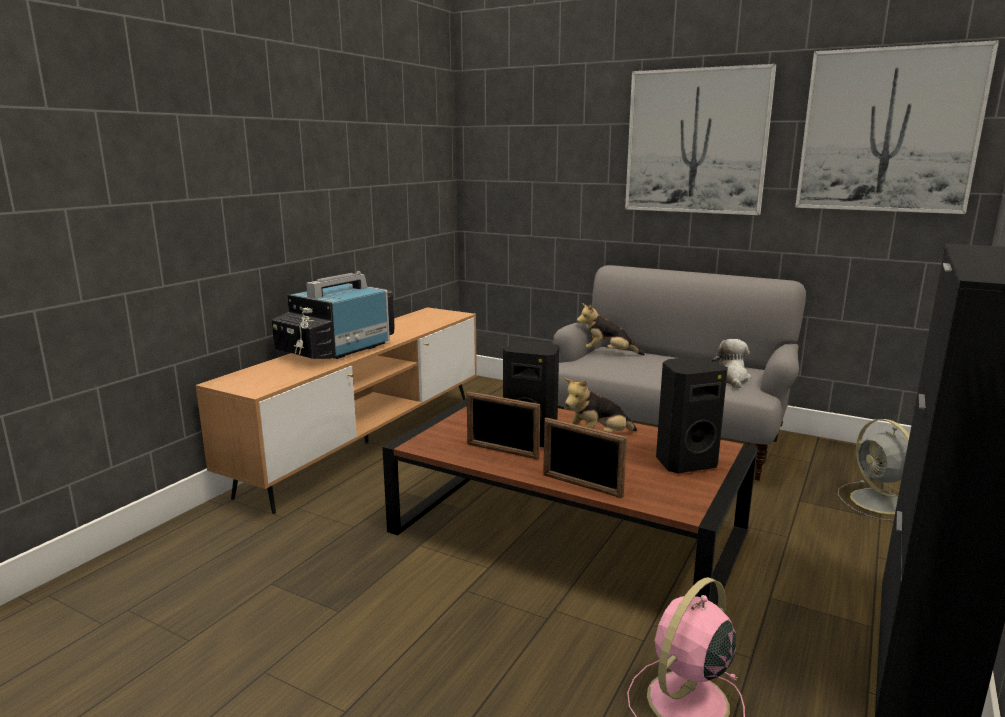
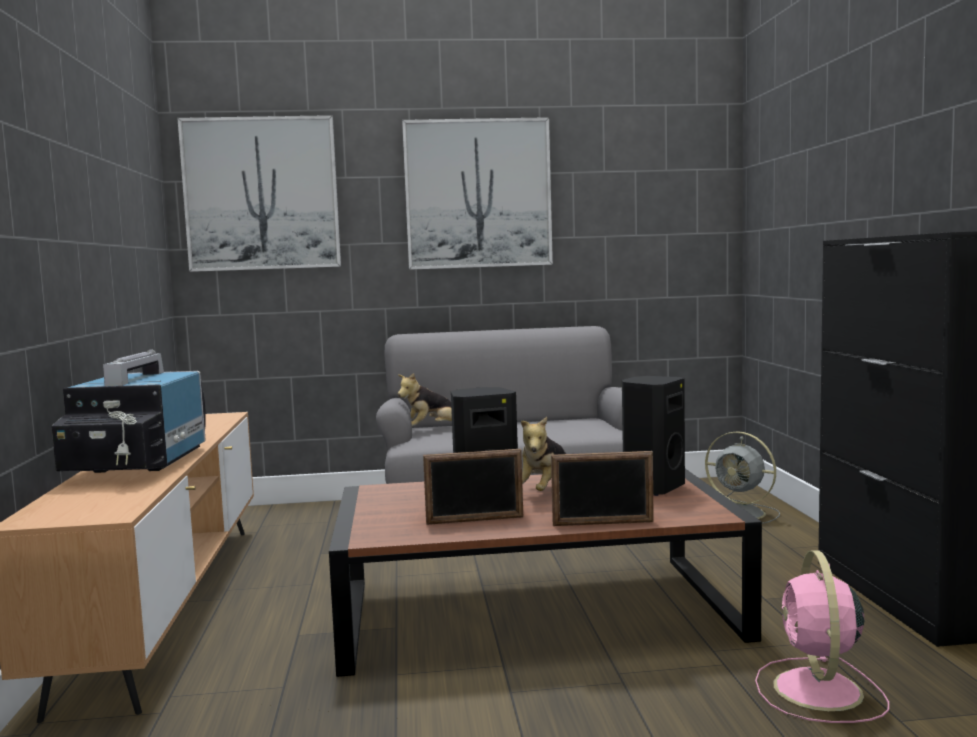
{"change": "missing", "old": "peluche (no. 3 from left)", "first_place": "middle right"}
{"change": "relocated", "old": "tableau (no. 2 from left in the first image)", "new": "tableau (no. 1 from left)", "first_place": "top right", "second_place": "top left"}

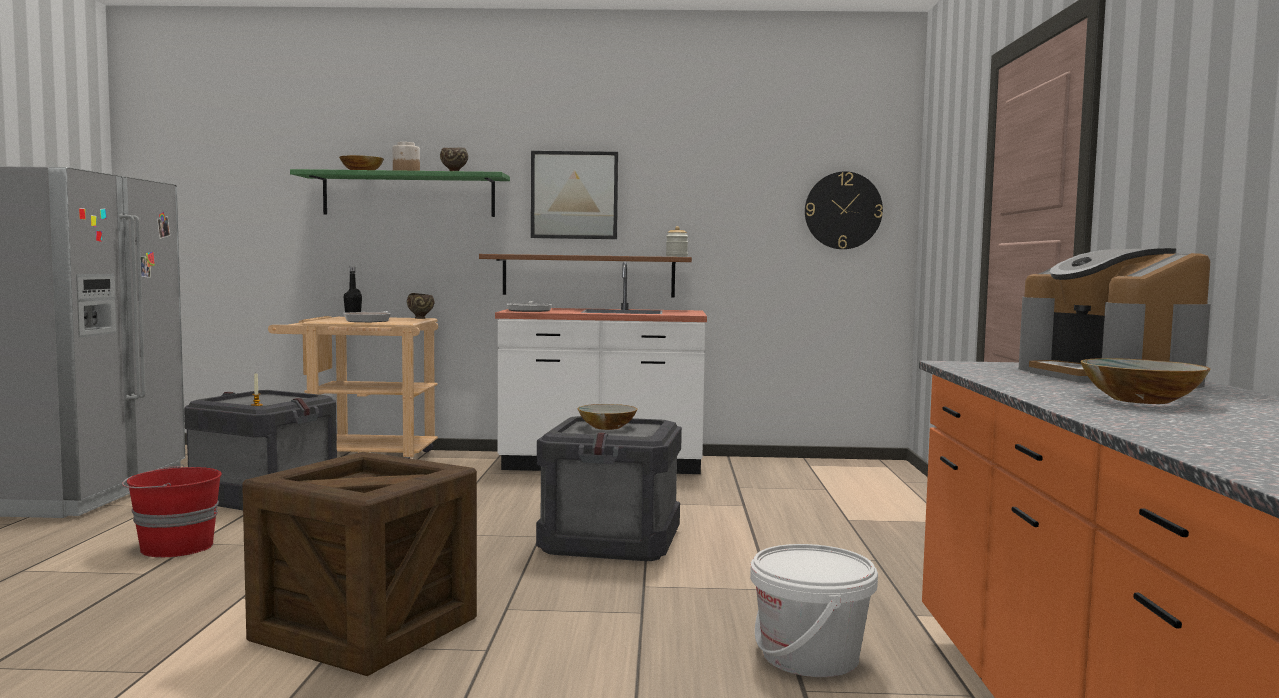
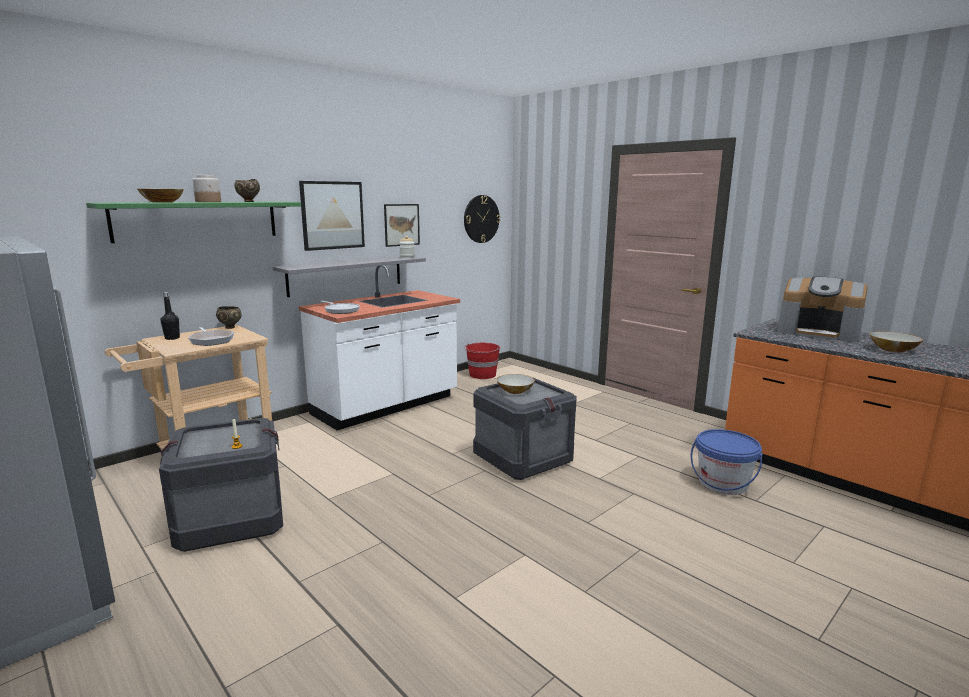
{"change": "relocated", "old": "seau (rouge)", "first_place": "bottom left", "second_place": "centre"}
{"change": "missing", "old": "caisse (no. 2 from left)", "first_place": "bottom left"}
{"change": "colour", "old": "étagère (marron)", "new": "étagère (gris)", "first_place": "centre", "second_place": "centre"}
{"change": "colour", "old": "seau (blanc)", "new": "seau (bleu)", "first_place": "bottom centre", "second_place": "middle right"}
{"change": "appeared", "new": "tableau (no. 2 from left)", "second_place": "top centre"}

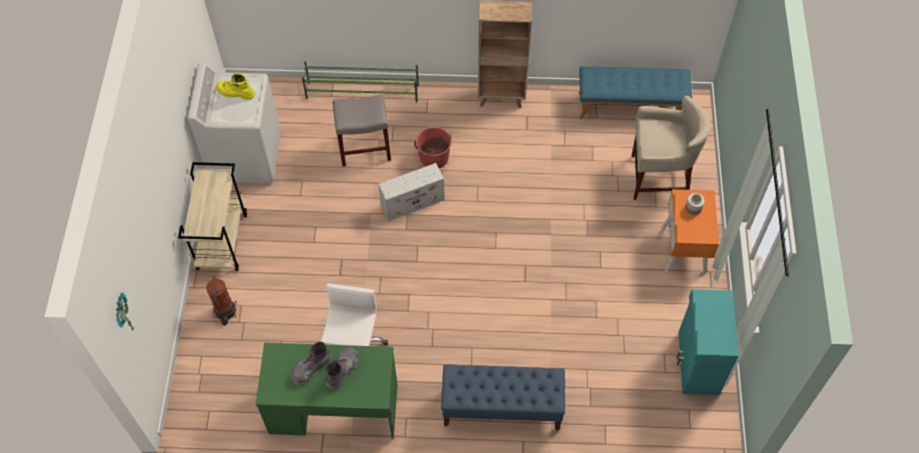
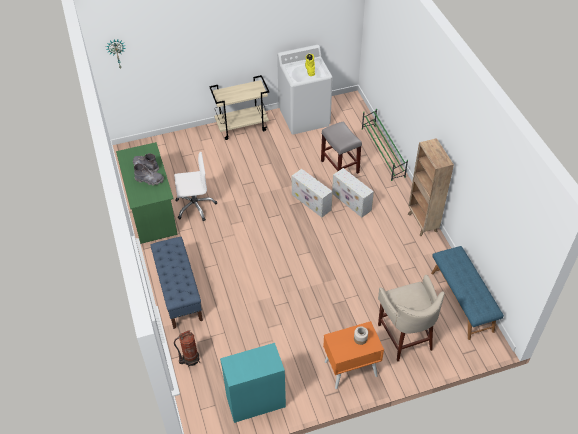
{"change": "relocated", "old": "extincteur", "first_place": "middle left", "second_place": "bottom left"}
{"change": "exchanged", "old": "seau (rouge)", "new": "boîte de rangement (blanc) (no. 2 from left)", "first_place": "top centre", "second_place": "centre"}

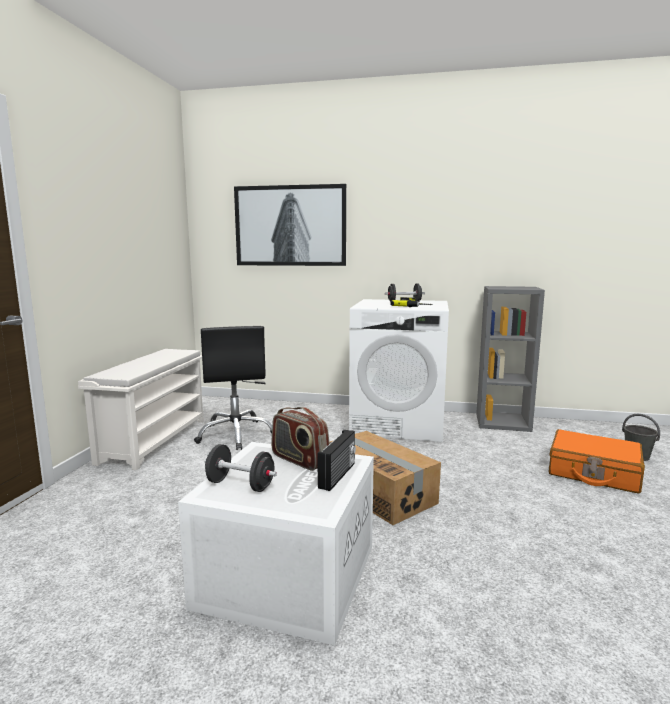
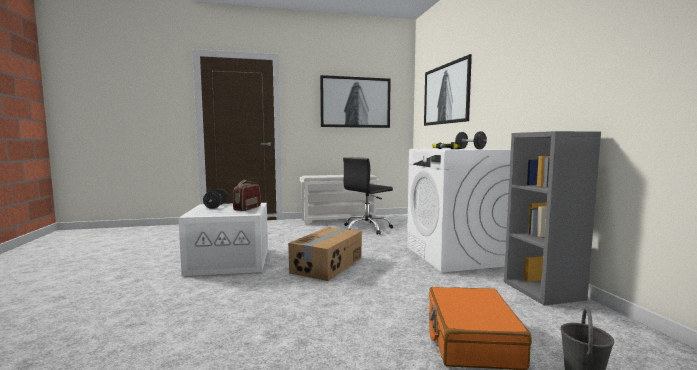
{"change": "missing", "old": "radio (no. 2 from left)", "first_place": "centre"}
{"change": "appeared", "new": "tableau (no. 1 from left)", "second_place": "top centre"}

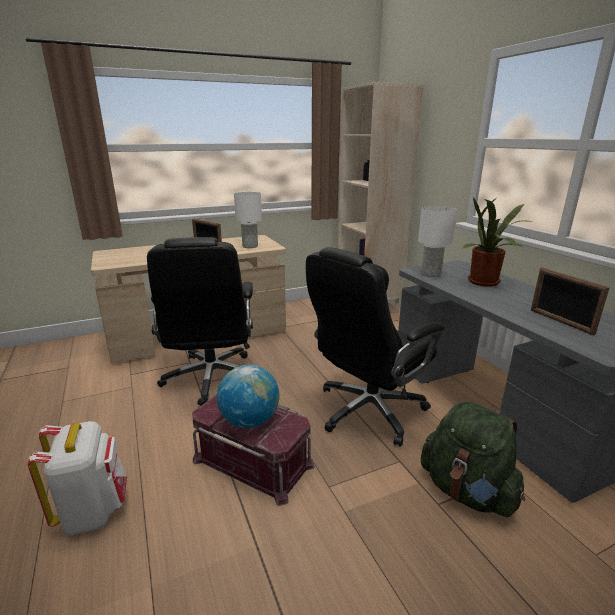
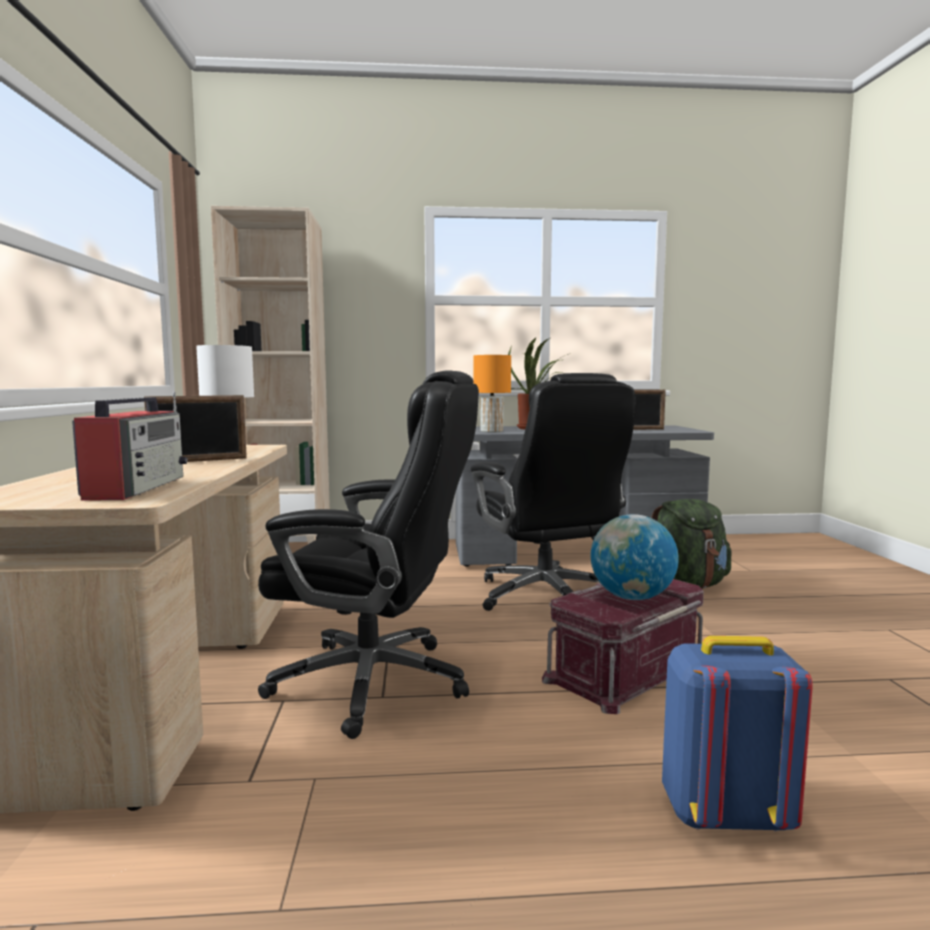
{"change": "colour", "old": "sac à dos (blanc)", "new": "sac à dos (bleu)", "first_place": "bottom left", "second_place": "bottom right"}
{"change": "colour", "old": "lampe de table (blanc) (no. 2 from left)", "new": "lampe de table (orange)", "first_place": "middle right", "second_place": "centre"}
{"change": "appeared", "new": "radio", "second_place": "middle left"}

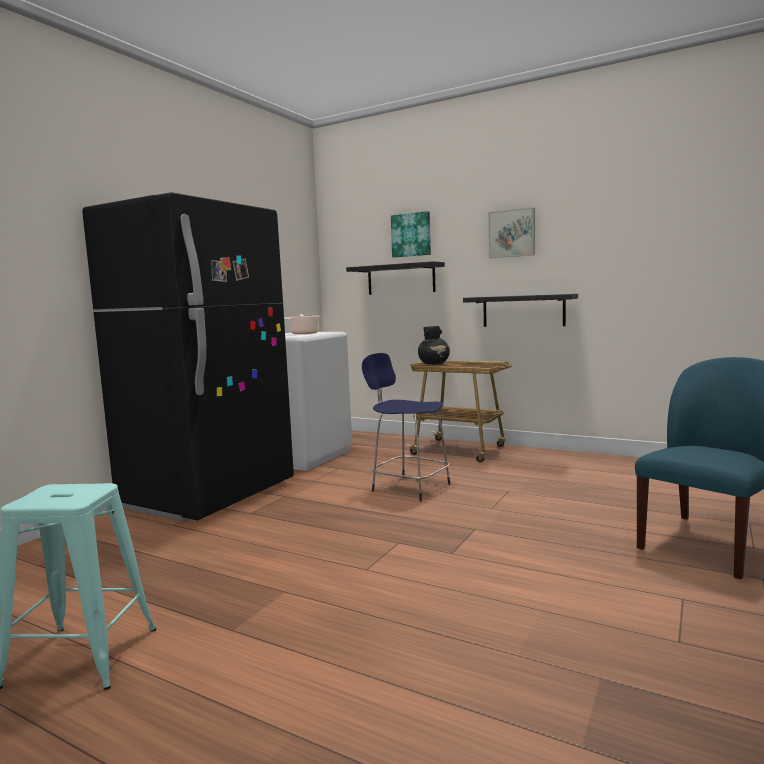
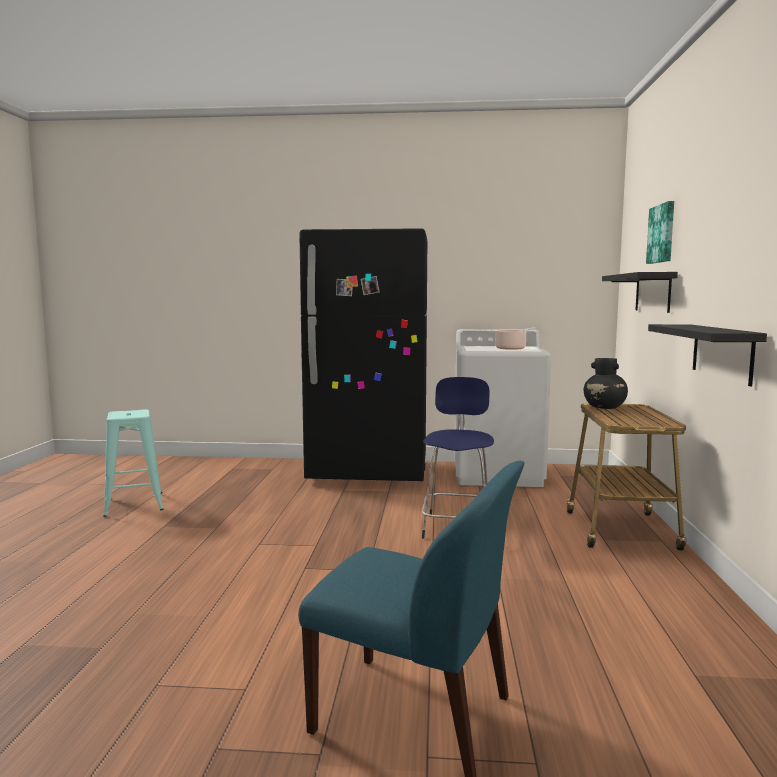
{"change": "missing", "old": "tableau (no. 2 from left)", "first_place": "top right"}

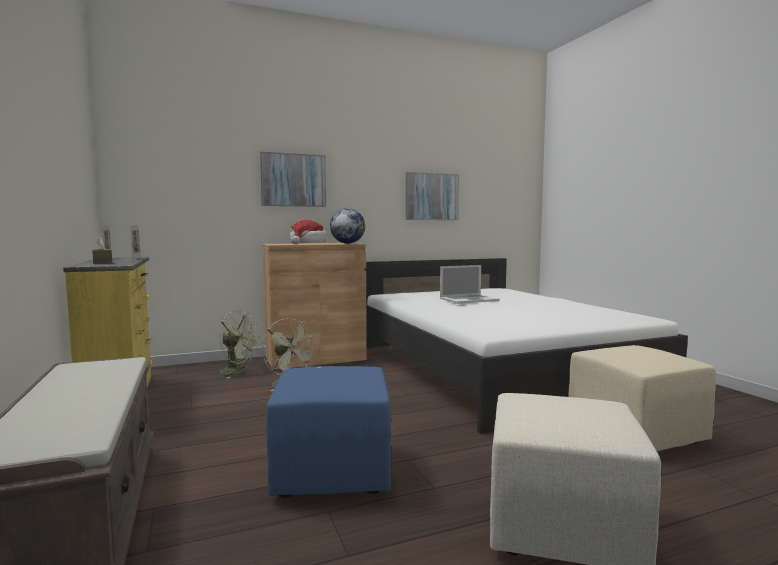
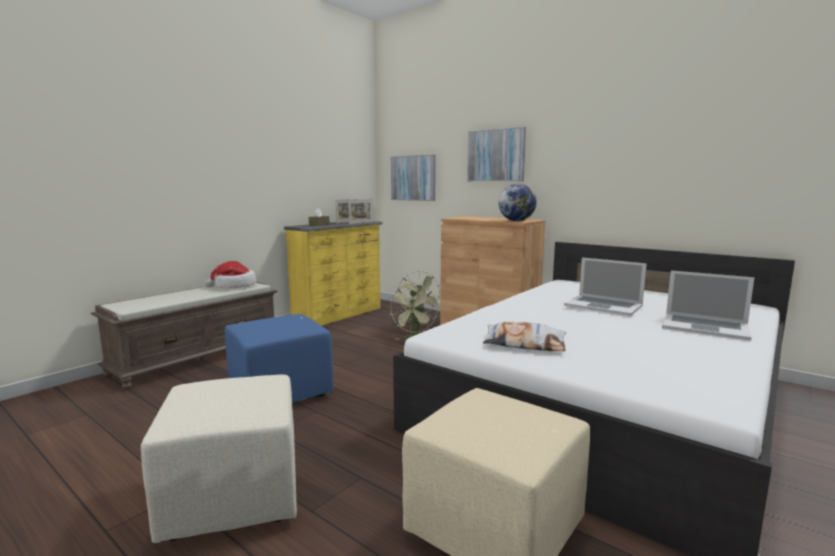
{"change": "relocated", "old": "chapeau", "first_place": "centre", "second_place": "middle left"}
{"change": "relocated", "old": "tableau (no. 2 from left in the first image)", "new": "tableau (no. 1 from left)", "first_place": "centre", "second_place": "top centre"}
{"change": "appeared", "new": "coussin", "second_place": "centre"}
{"change": "appeared", "new": "ordinateur portable (no. 2 from left)", "second_place": "middle right"}

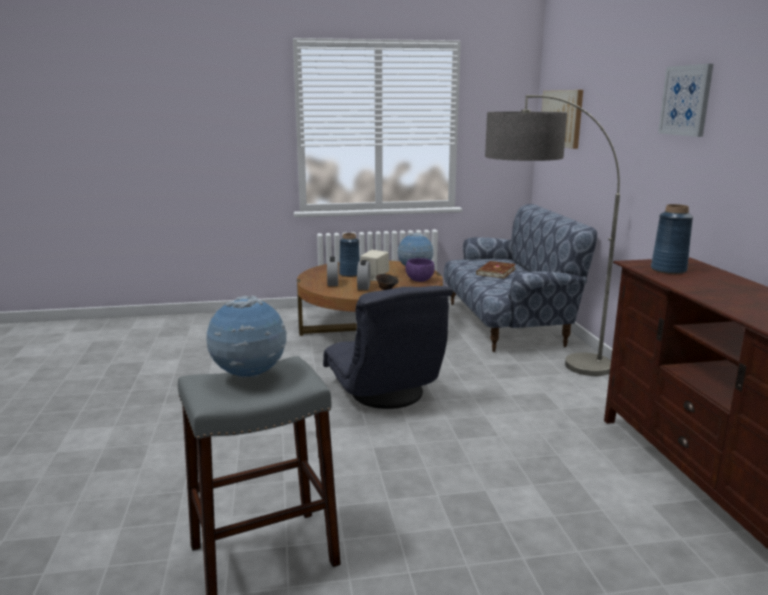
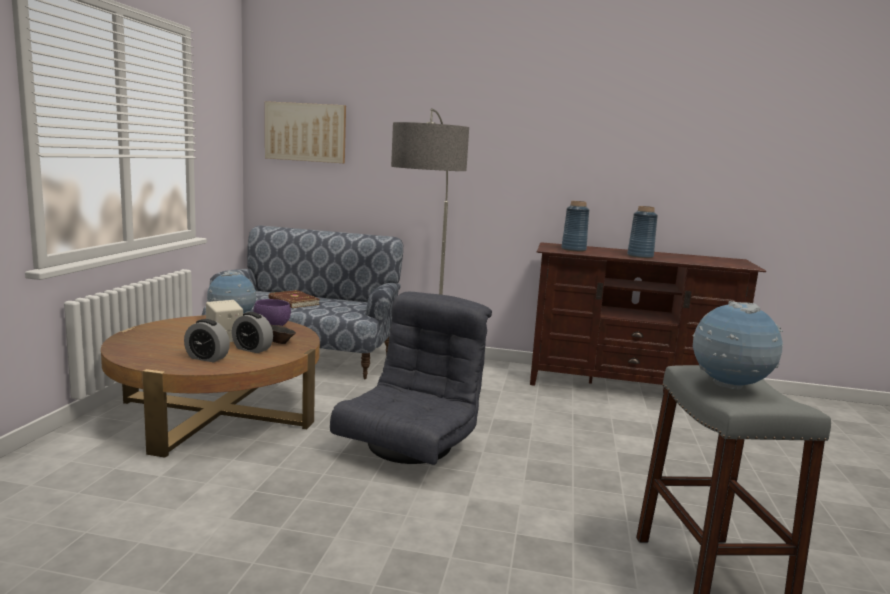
{"change": "spun", "old": "fauteuil (gris)", "first_place": "centre", "second_place": "centre", "degrees": -60}
{"change": "relocated", "old": "vase (bleu) (no. 1 from left in the first image)", "new": "vase (bleu) (no. 2 from left)", "first_place": "centre", "second_place": "middle right"}
{"change": "missing", "old": "tableau (no. 2 from left)", "first_place": "top right"}

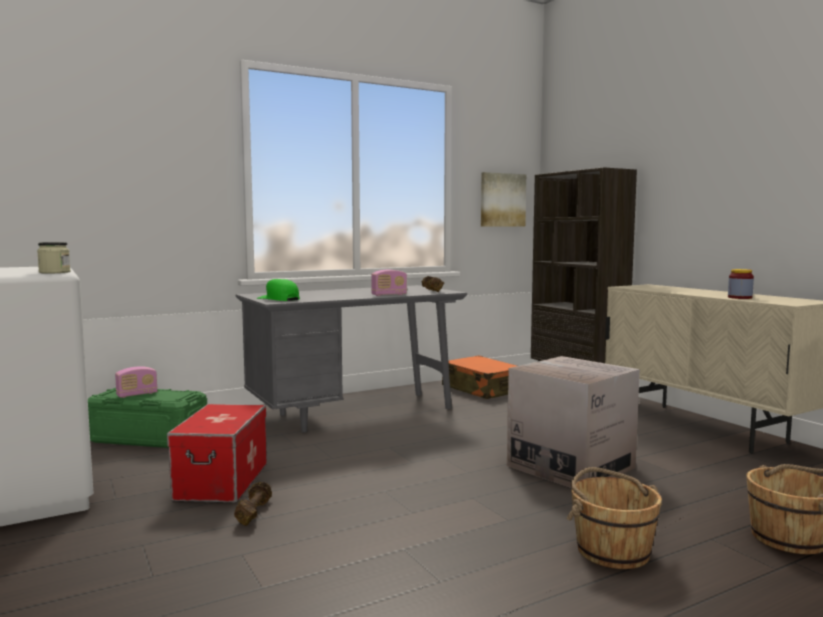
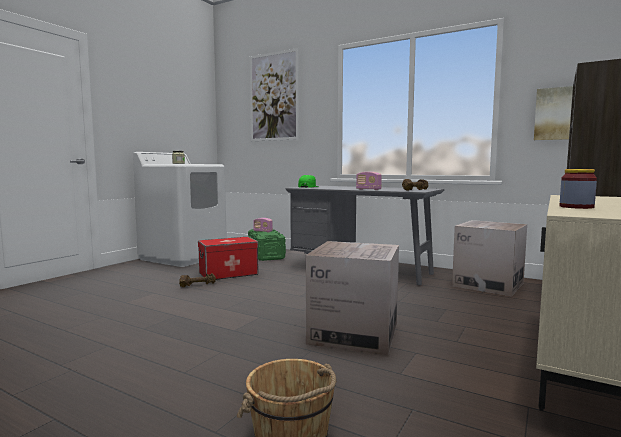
{"change": "exchanged", "old": "valise (orange)", "new": "carton (no. 2 from left)", "first_place": "centre", "second_place": "middle right"}
{"change": "missing", "old": "seau (marron) (no. 1 from left)", "first_place": "bottom right"}
{"change": "appeared", "new": "tableau (no. 1 from left)", "second_place": "top centre"}

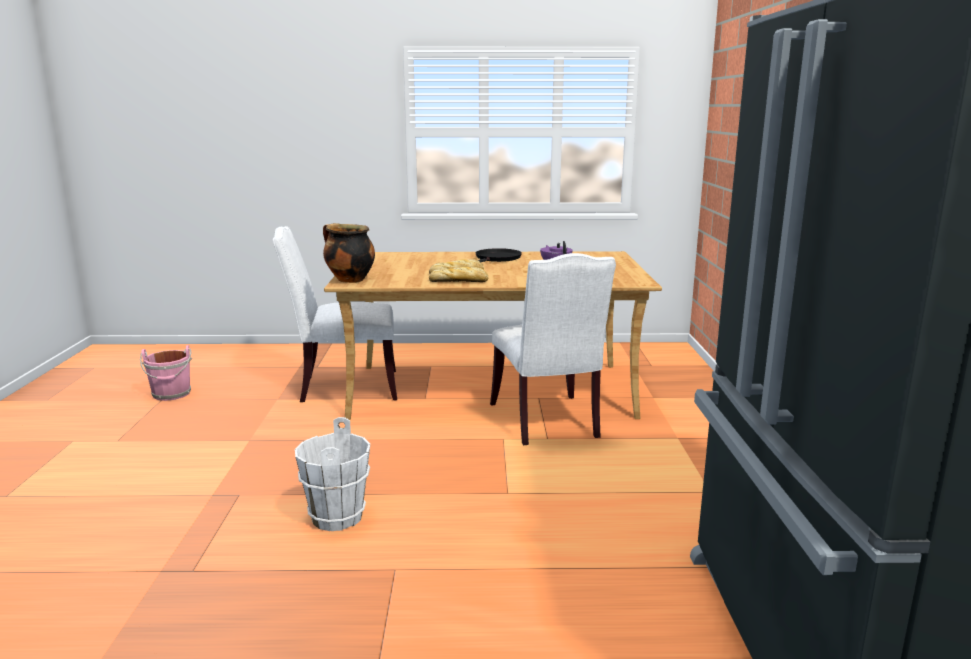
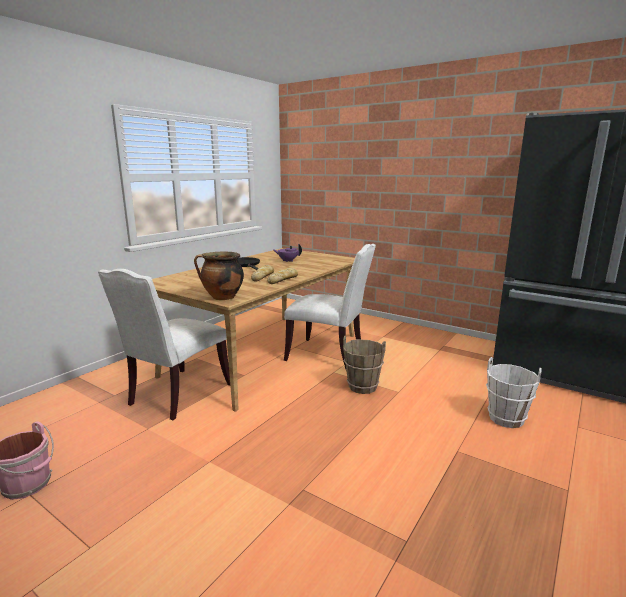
{"change": "relocated", "old": "seau (blanc)", "first_place": "bottom centre", "second_place": "middle right"}
{"change": "appeared", "new": "seau (marron)", "second_place": "centre"}

